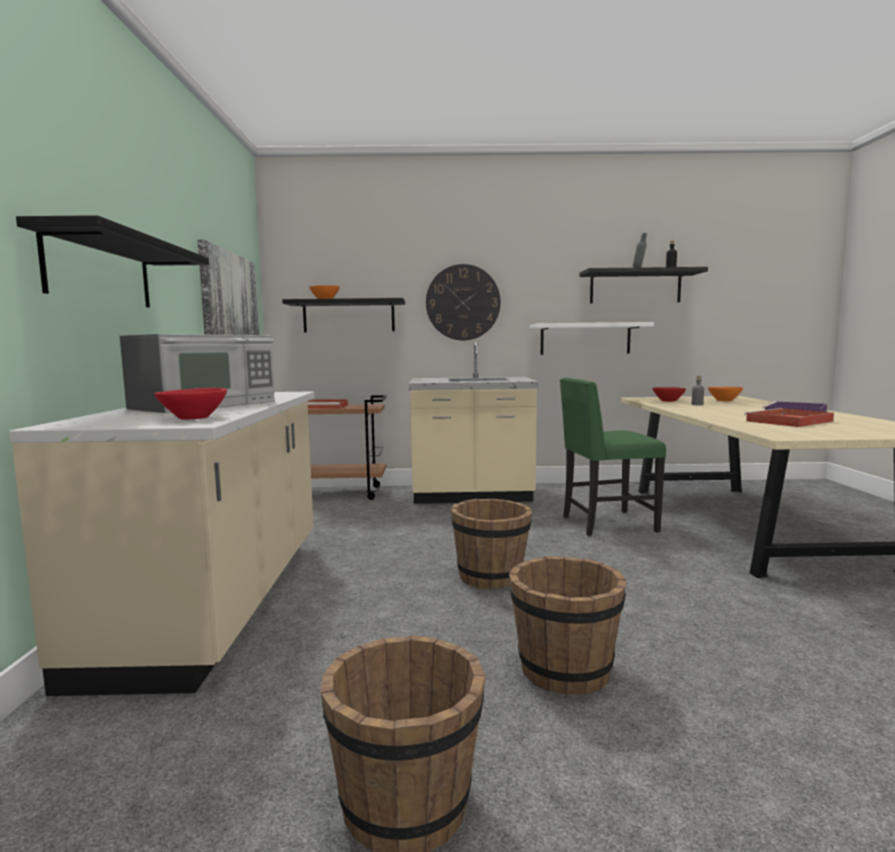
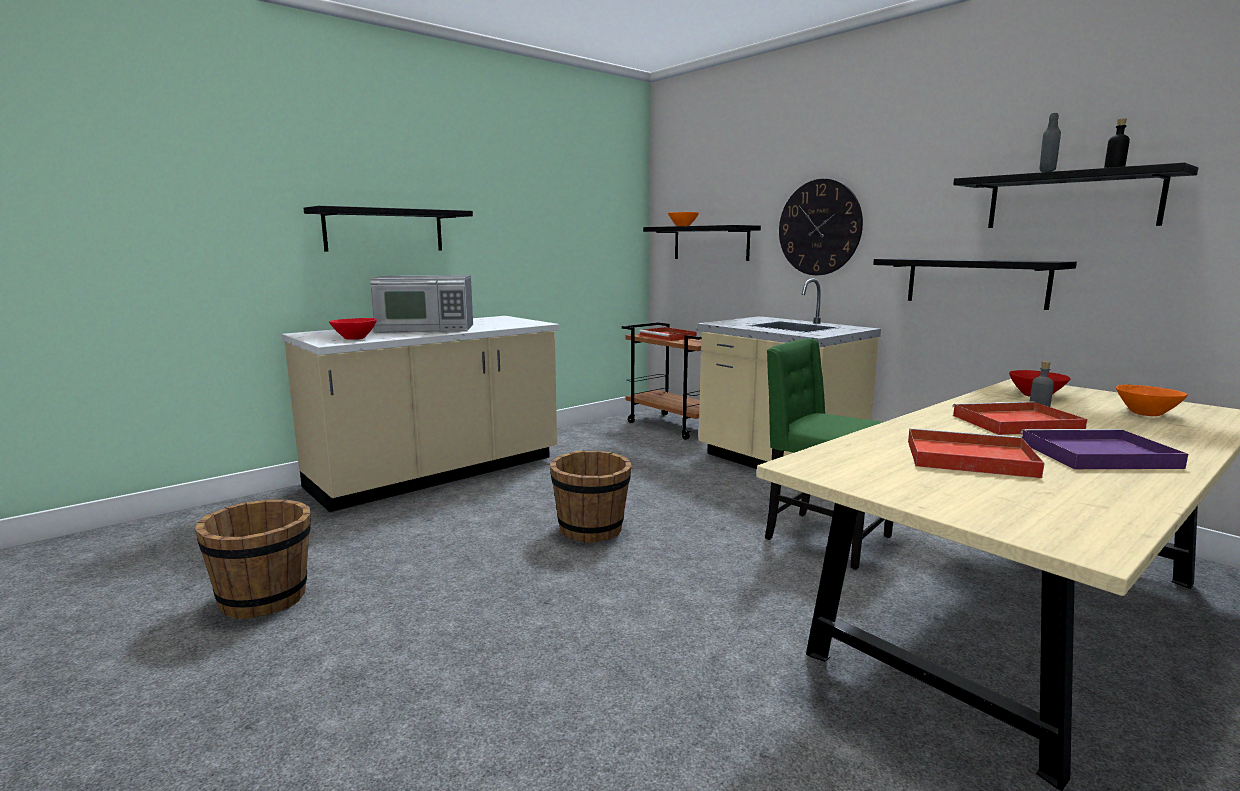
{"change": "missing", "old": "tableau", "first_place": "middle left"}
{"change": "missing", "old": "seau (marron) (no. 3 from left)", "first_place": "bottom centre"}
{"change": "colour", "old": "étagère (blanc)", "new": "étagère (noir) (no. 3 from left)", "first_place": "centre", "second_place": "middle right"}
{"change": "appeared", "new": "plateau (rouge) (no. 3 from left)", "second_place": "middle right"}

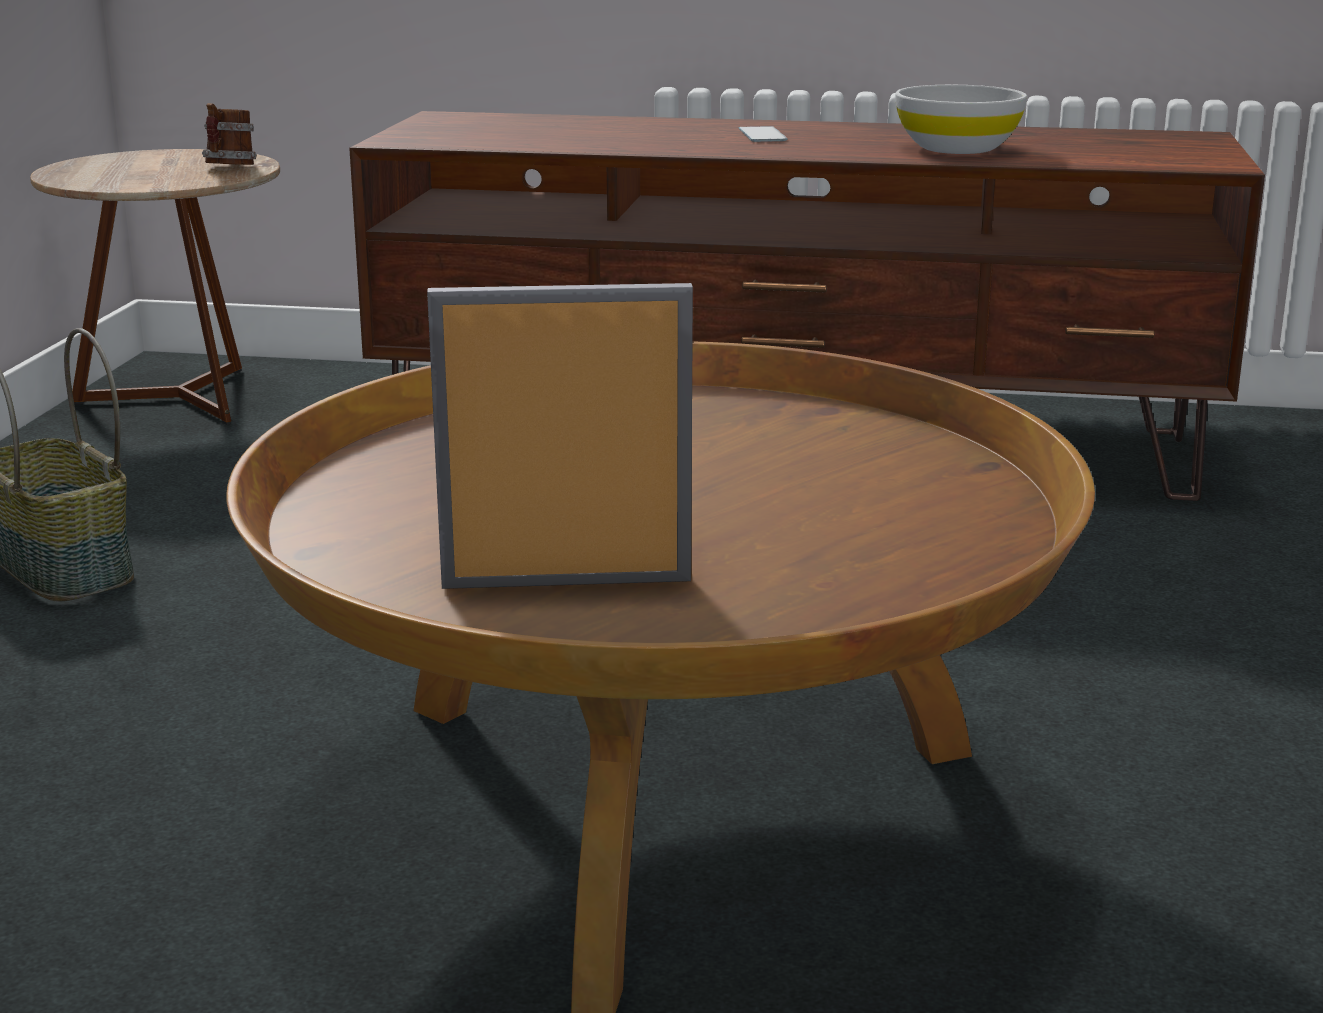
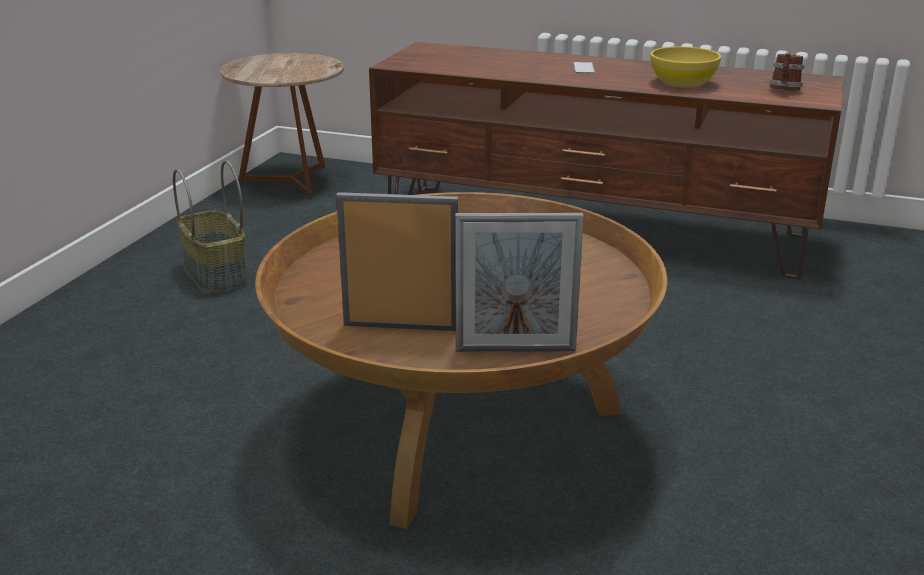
{"change": "relocated", "old": "mug", "first_place": "top left", "second_place": "top right"}
{"change": "colour", "old": "bol (blanc)", "new": "bol (jaune)", "first_place": "top right", "second_place": "top right"}
{"change": "appeared", "new": "cadre photo (no. 2 from left)", "second_place": "centre"}

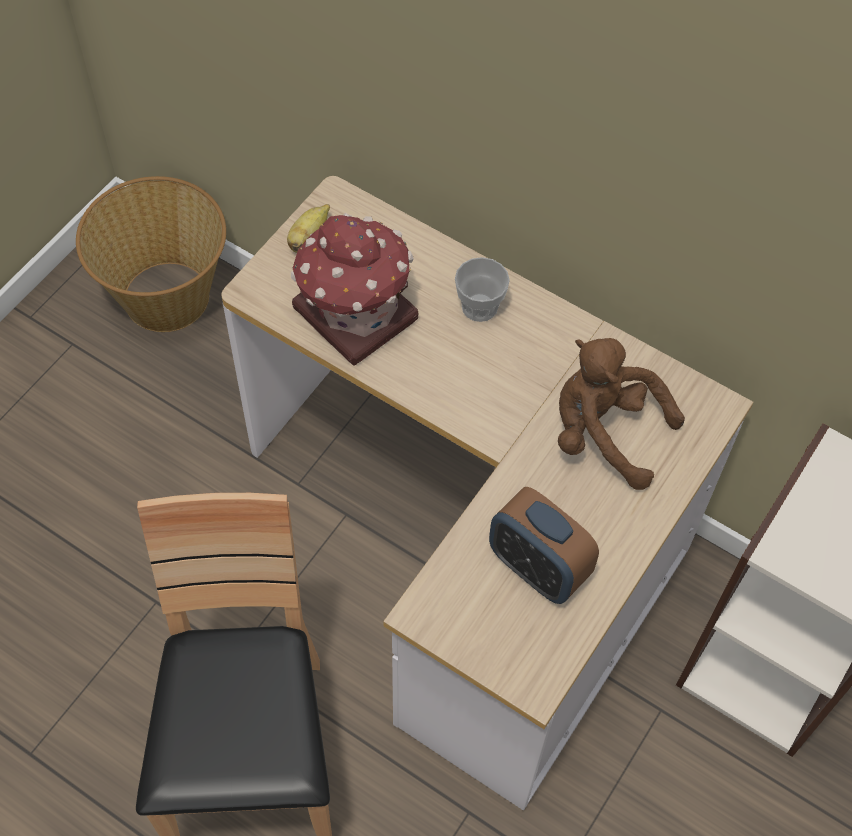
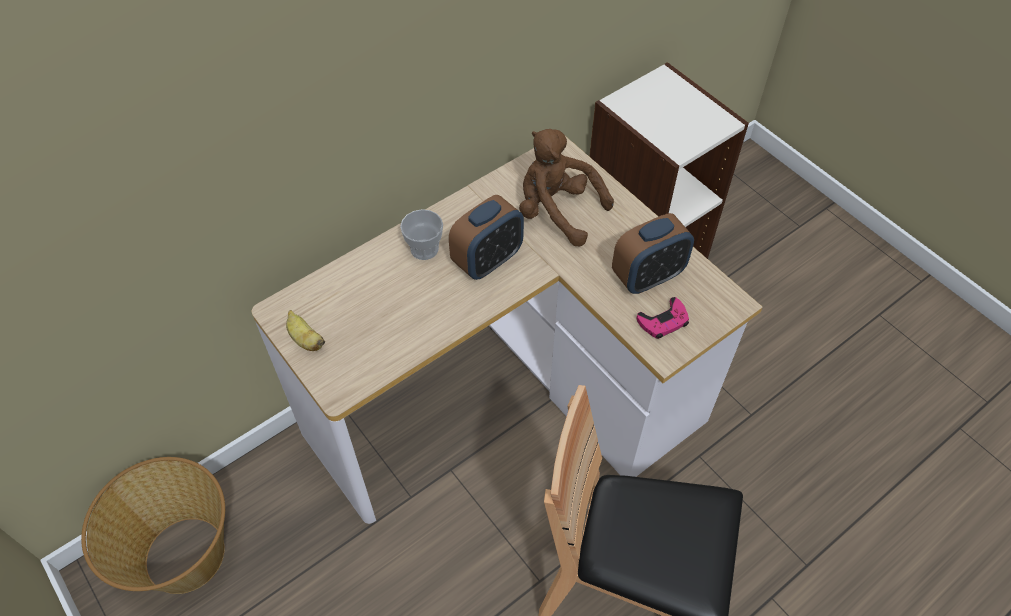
{"change": "missing", "old": "maison miniature", "first_place": "centre"}
{"change": "spun", "old": "peluche (marron)", "first_place": "middle right", "second_place": "top centre", "degrees": 75}
{"change": "appeared", "new": "réveil (no. 1 from left)", "second_place": "centre"}
{"change": "appeared", "new": "manette (rose)", "second_place": "centre"}

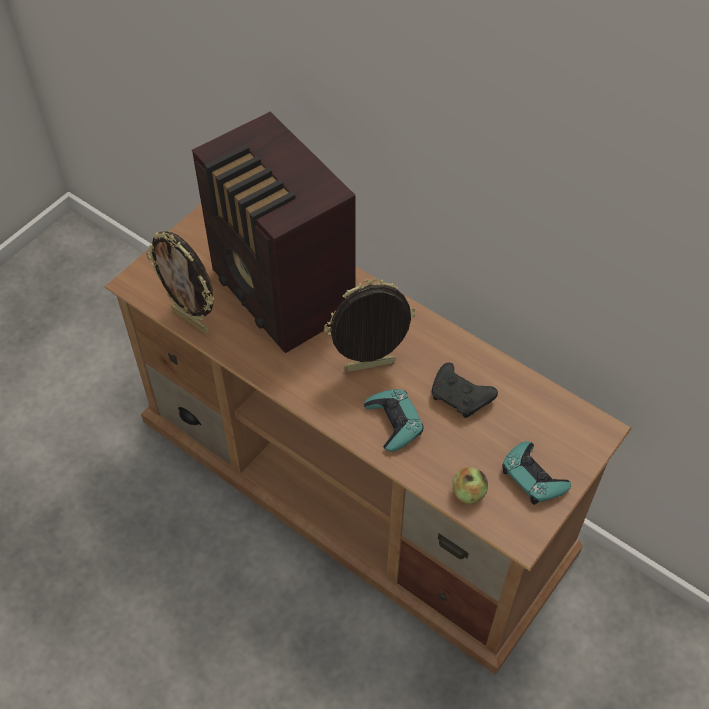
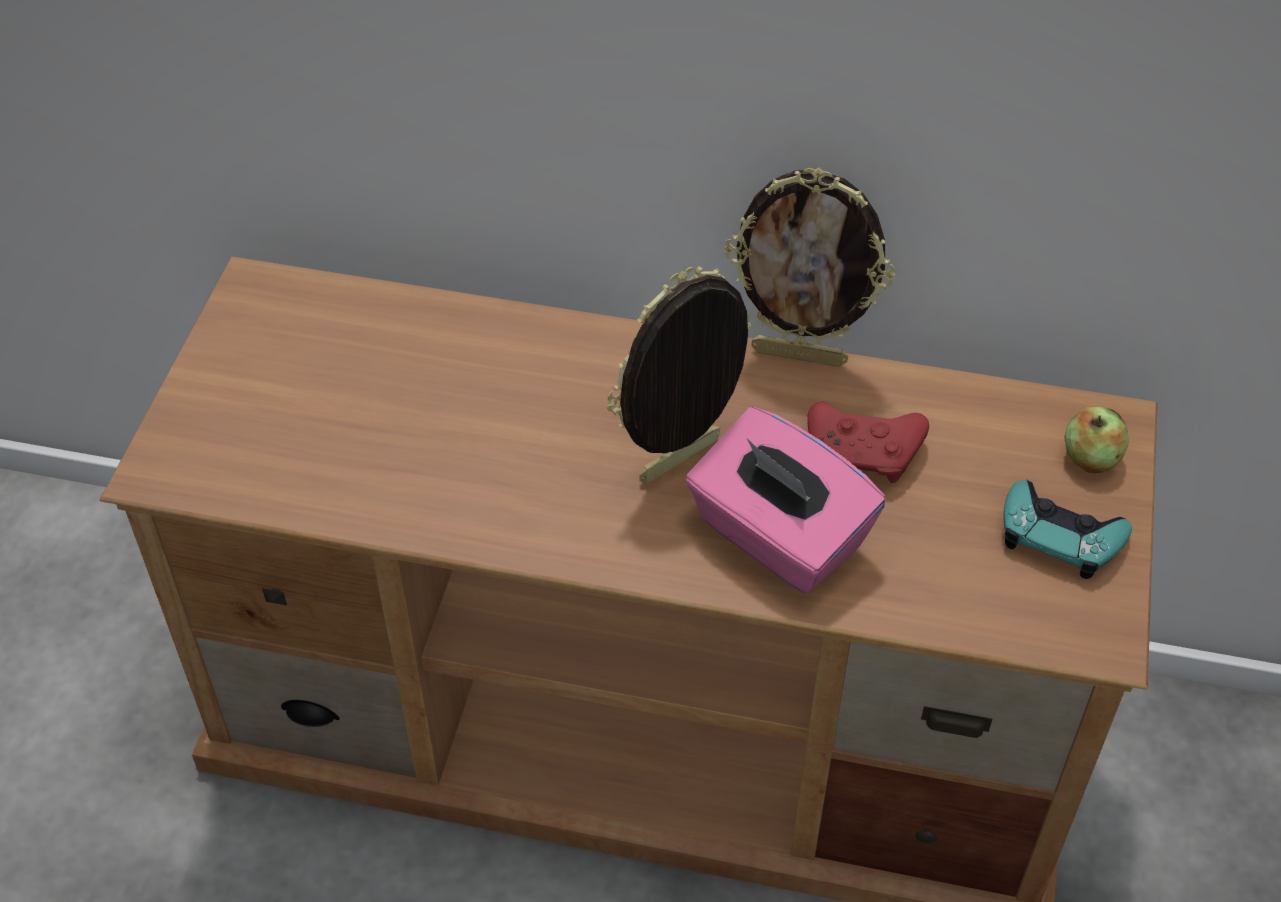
{"change": "relocated", "old": "cadre photo (no. 1 from left in the first image)", "new": "cadre photo (no. 2 from left)", "first_place": "middle left", "second_place": "top centre"}
{"change": "missing", "old": "radio", "first_place": "top centre"}
{"change": "exchanged", "old": "manette (turquoise) (no. 1 from left)", "new": "boîte à mouchoirs (rose)", "first_place": "centre", "second_place": "centre"}
{"change": "colour", "old": "manette (noir)", "new": "manette (rouge)", "first_place": "centre", "second_place": "middle right"}
{"change": "relocated", "old": "pomme", "first_place": "bottom centre", "second_place": "middle right"}

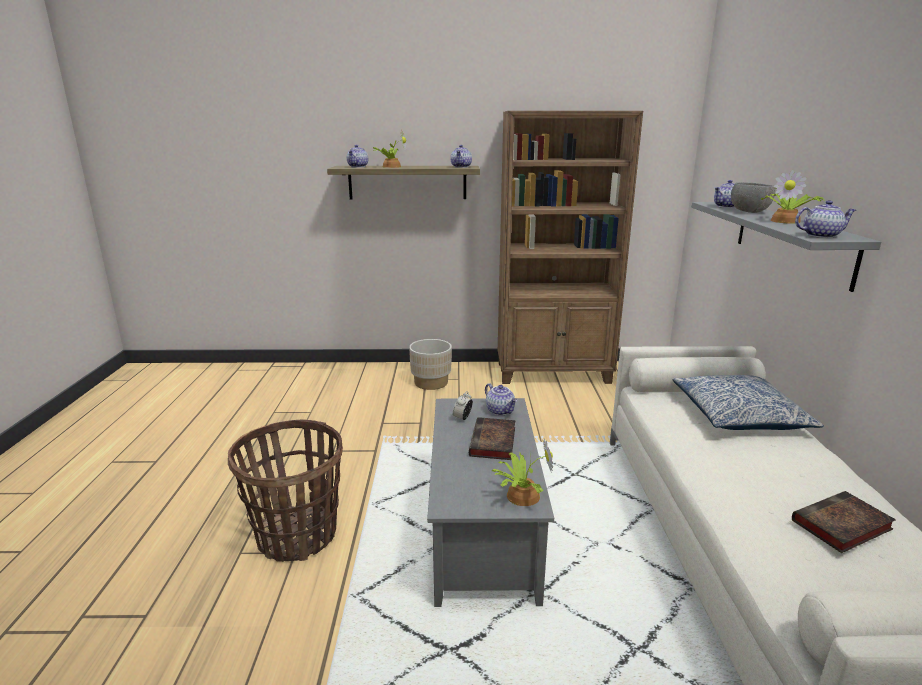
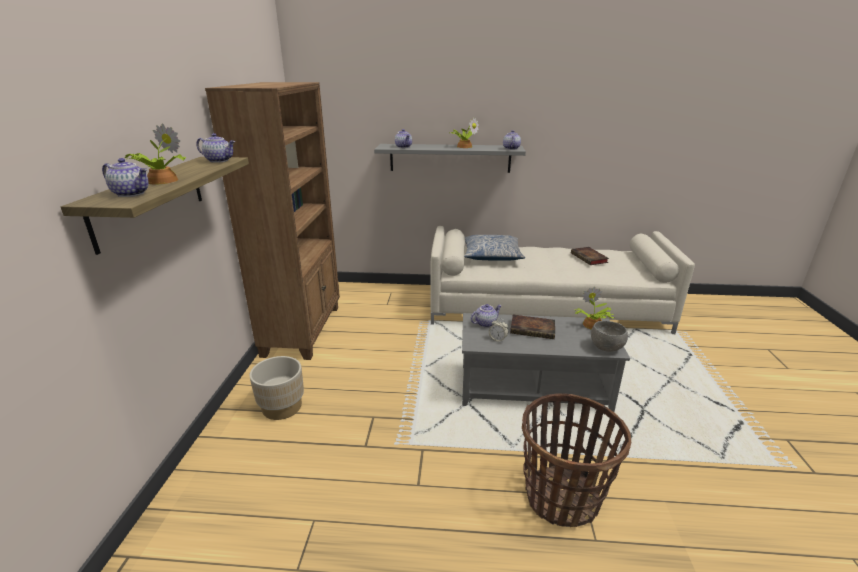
{"change": "relocated", "old": "bol (gris)", "first_place": "top right", "second_place": "middle right"}

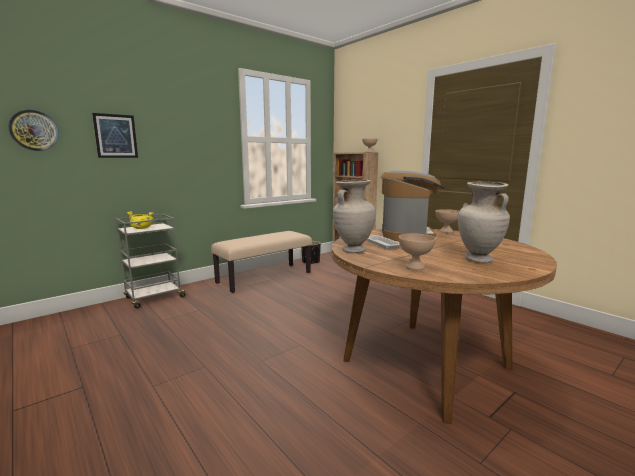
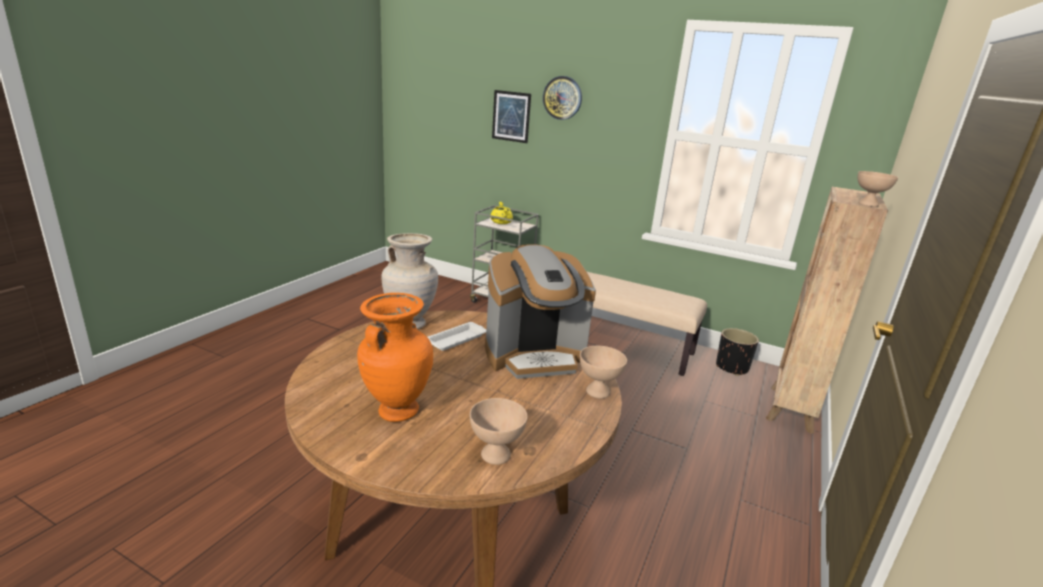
{"change": "relocated", "old": "horloge murale", "first_place": "top left", "second_place": "top centre"}
{"change": "relocated", "old": "bol (beige) (no. 2 from left in the first image)", "new": "bol (beige) (no. 1 from left)", "first_place": "centre", "second_place": "bottom centre"}
{"change": "colour", "old": "vase (beige) (no. 2 from left)", "new": "vase (orange)", "first_place": "middle right", "second_place": "centre"}

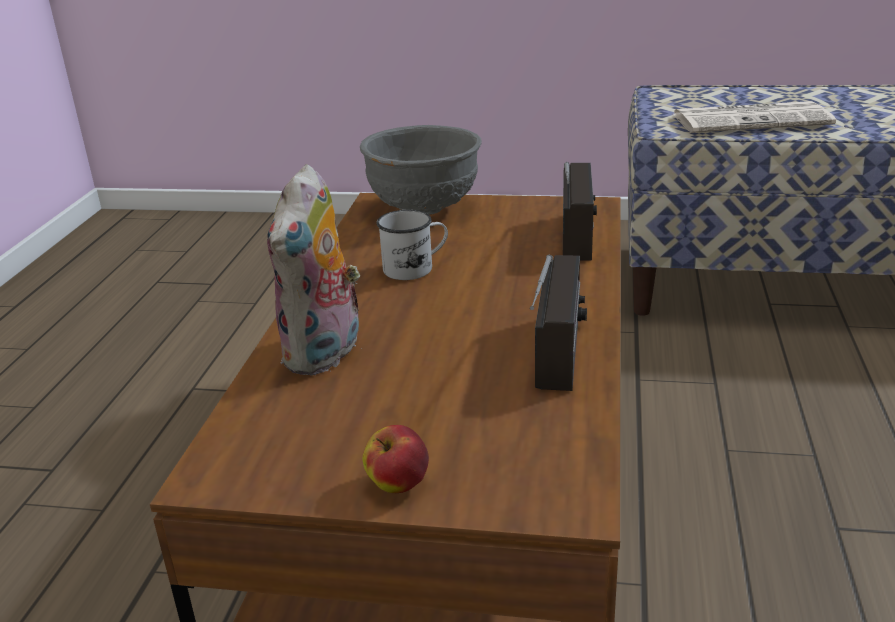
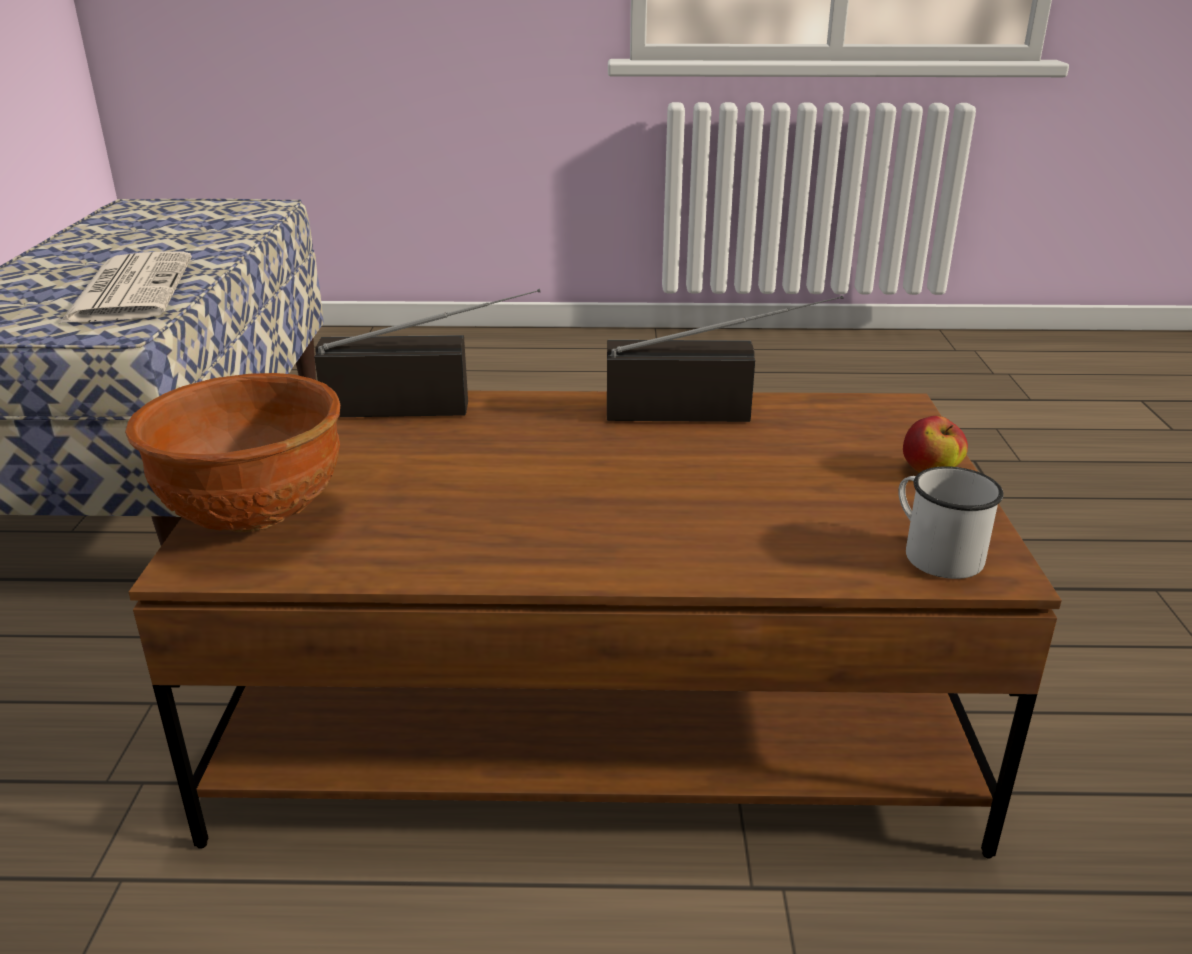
{"change": "missing", "old": "peluche", "first_place": "centre"}
{"change": "colour", "old": "bol (gris)", "new": "bol (marron)", "first_place": "top centre", "second_place": "middle left"}
{"change": "relocated", "old": "mug (blanc)", "first_place": "centre", "second_place": "middle right"}

